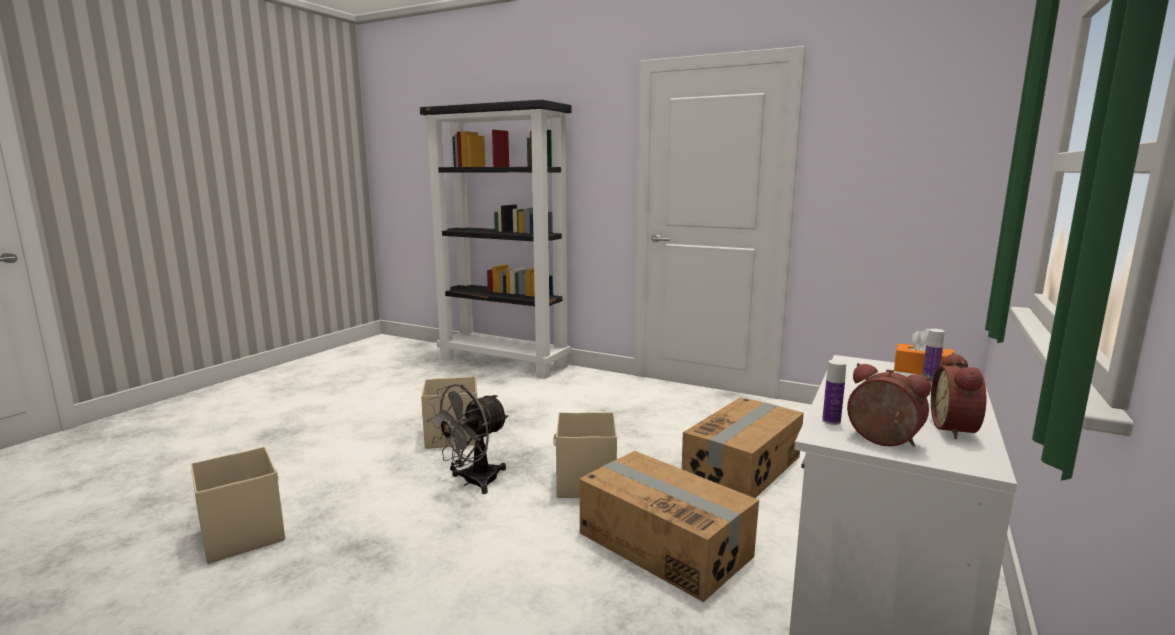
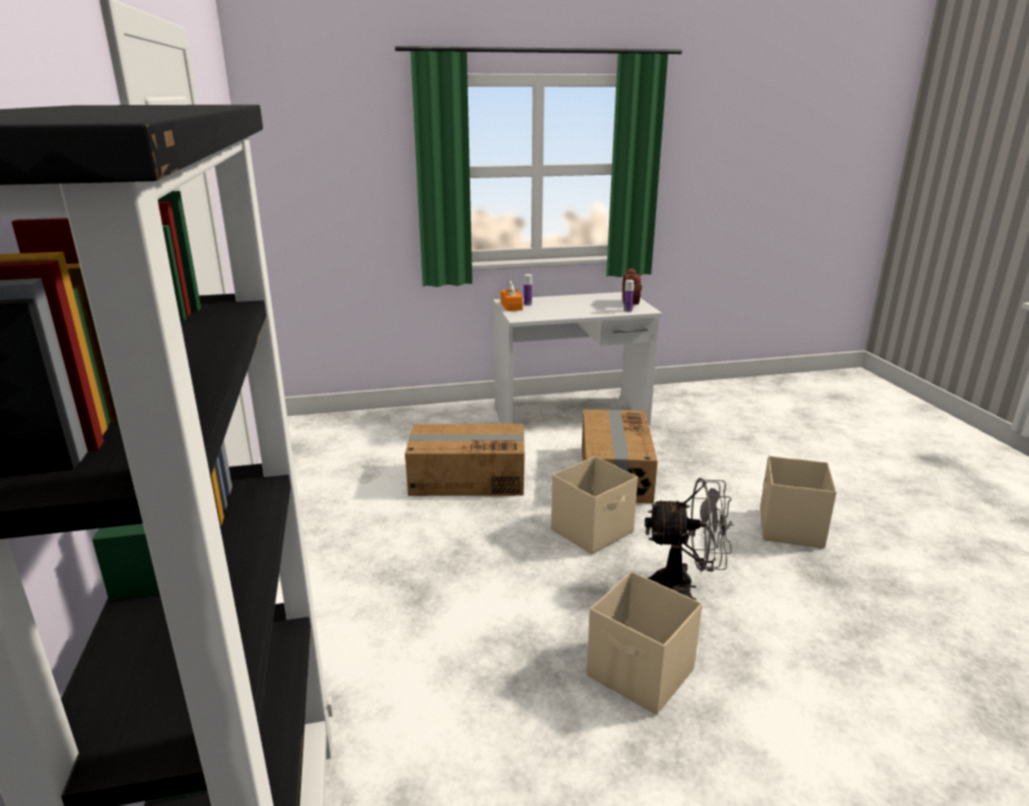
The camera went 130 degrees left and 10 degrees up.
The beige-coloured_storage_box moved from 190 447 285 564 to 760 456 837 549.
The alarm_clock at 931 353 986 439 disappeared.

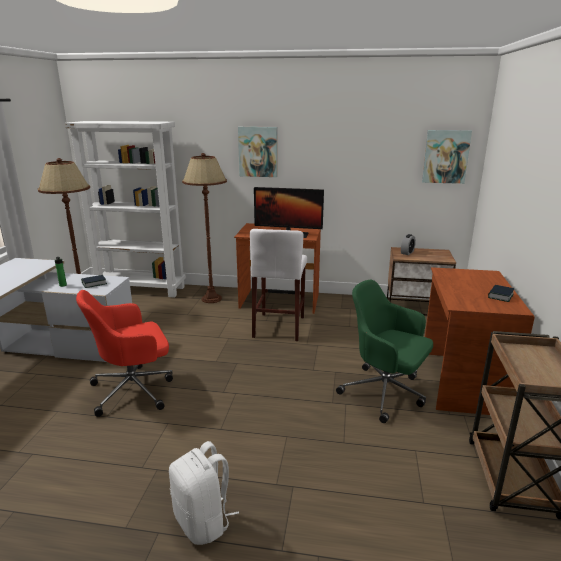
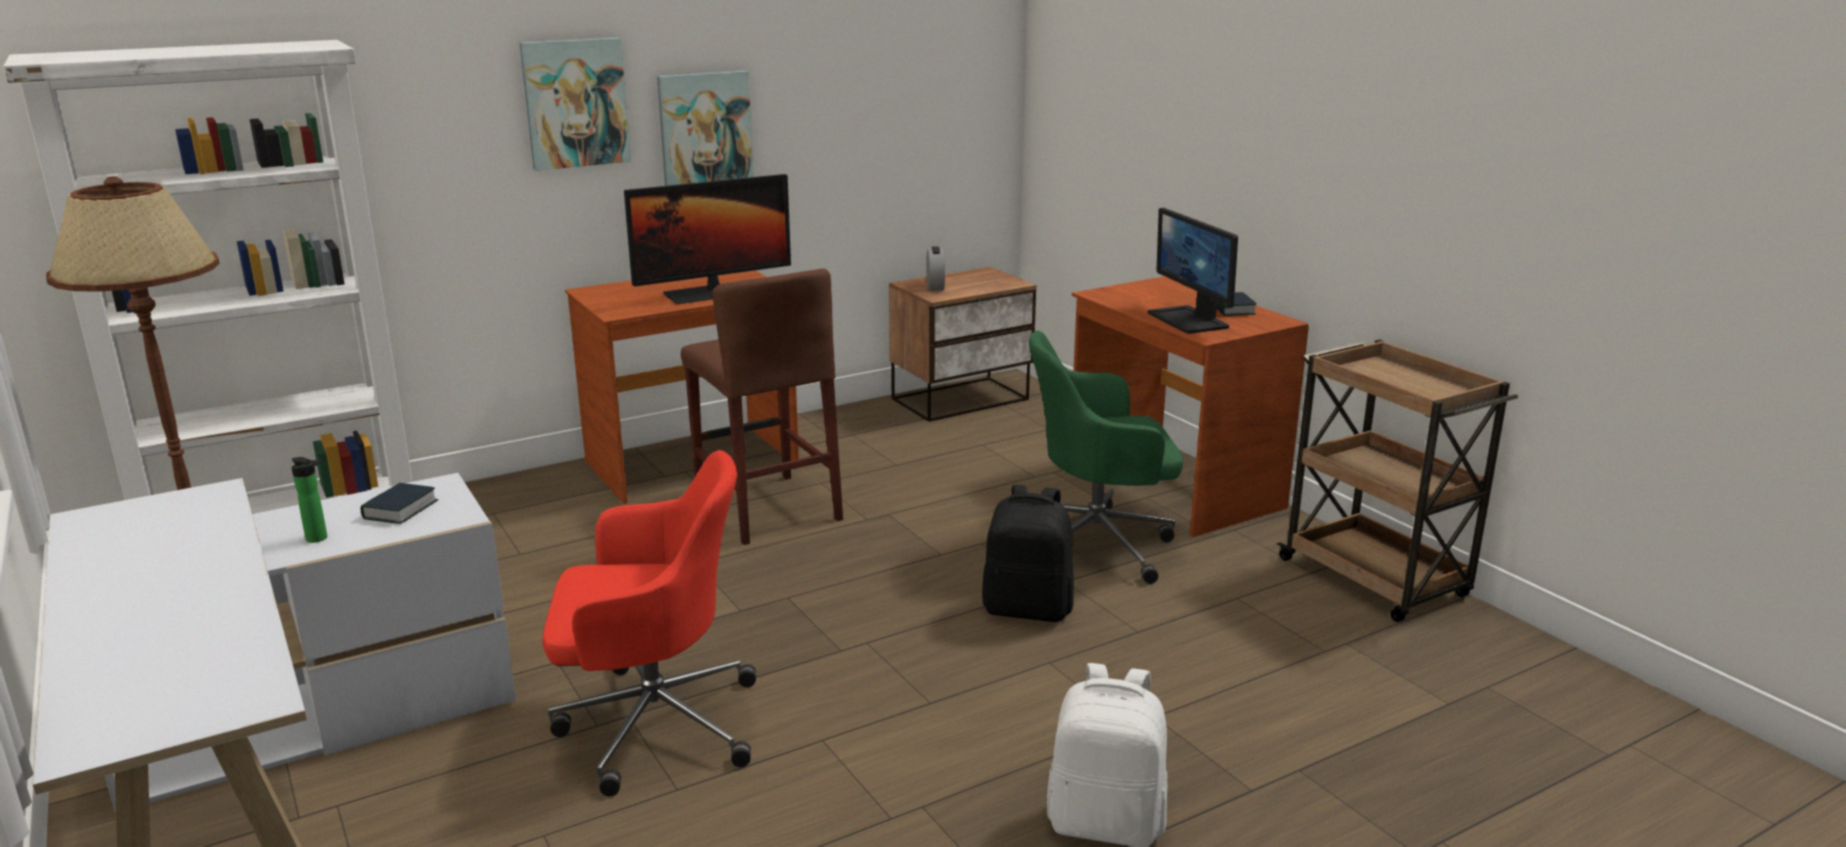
The camera went 40 degrees left and 0 degrees up.
The red-coloured_computer_chair at 76 290 173 417 turned 120 degrees counterclockwise.
The brownish_standard_lamp at 182 153 227 303 disappeared.
The white-coloured_stool_seat at 250 229 307 341 became the brownish_stool_seat at 681 268 843 545.
The wall_art moved from 422 130 472 184 to 657 70 754 186.
The black_rucksack at 982 485 1074 622 appeared.
The computer_display at 1148 208 1238 334 appeared.

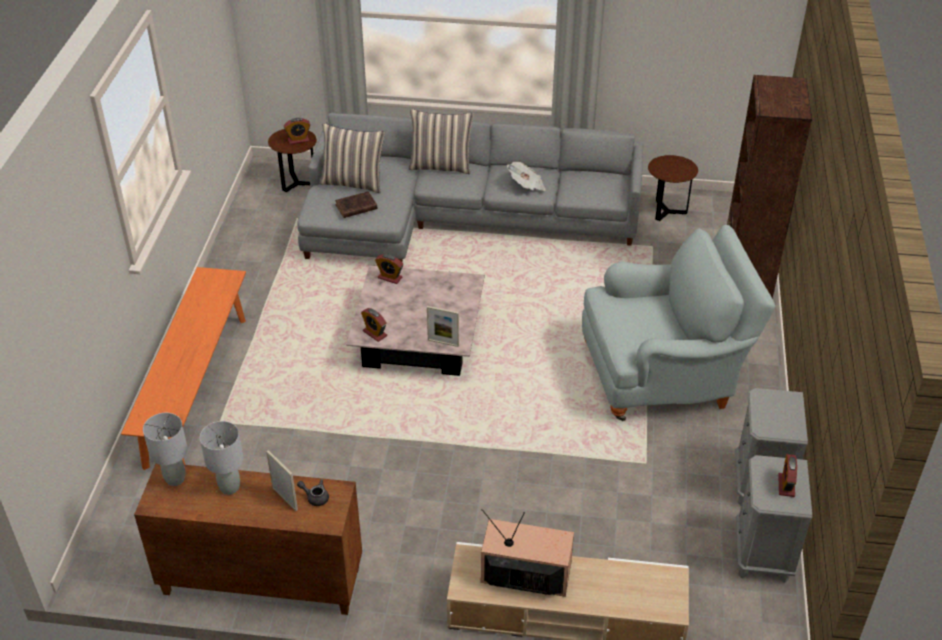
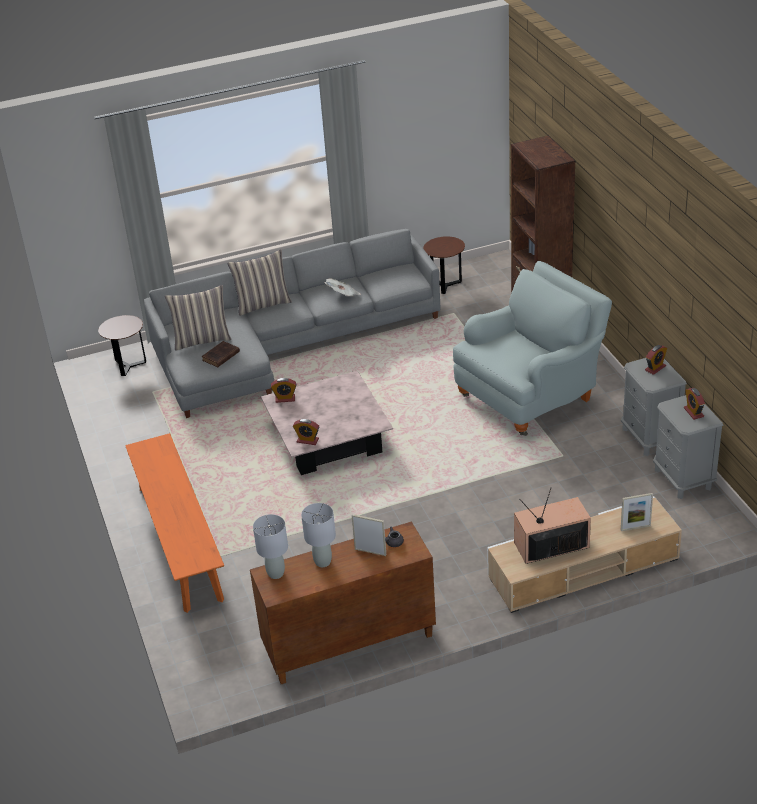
The camera went 25 degrees left and 5 degrees down.
The alarm_clock moved from 284 118 310 145 to 645 345 667 375.
The picture_frame moved from 427 306 459 347 to 621 493 653 531.

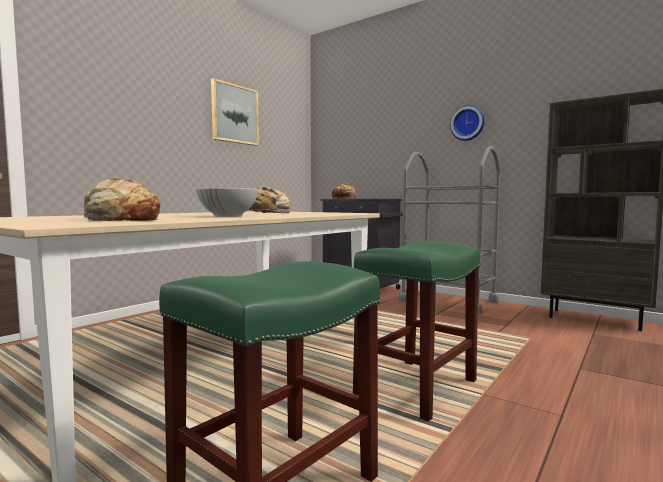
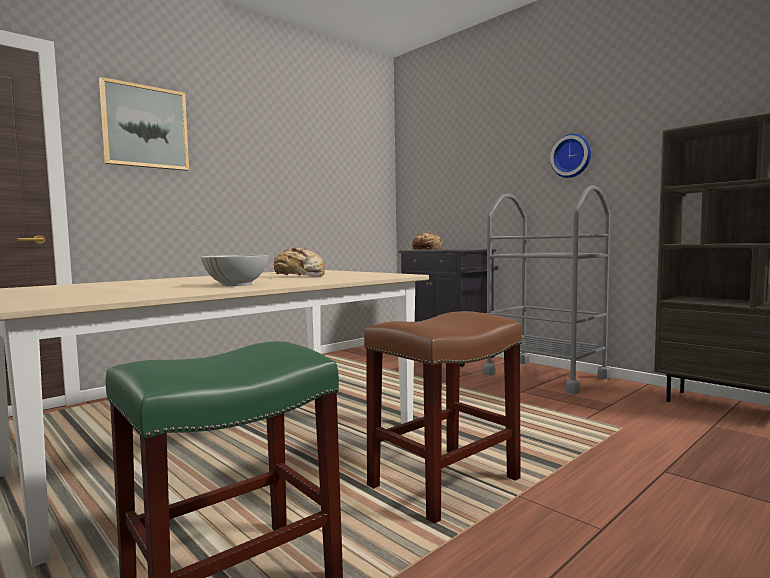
The camera went 10 degrees right and 0 degrees up.
The baked_bread at 84 177 160 221 disappeared.
The wall_art moved from 211 78 259 146 to 99 77 189 171.
The green-coloured_stool_seat at 353 241 481 422 became the brownish_stool_seat at 364 311 522 524.

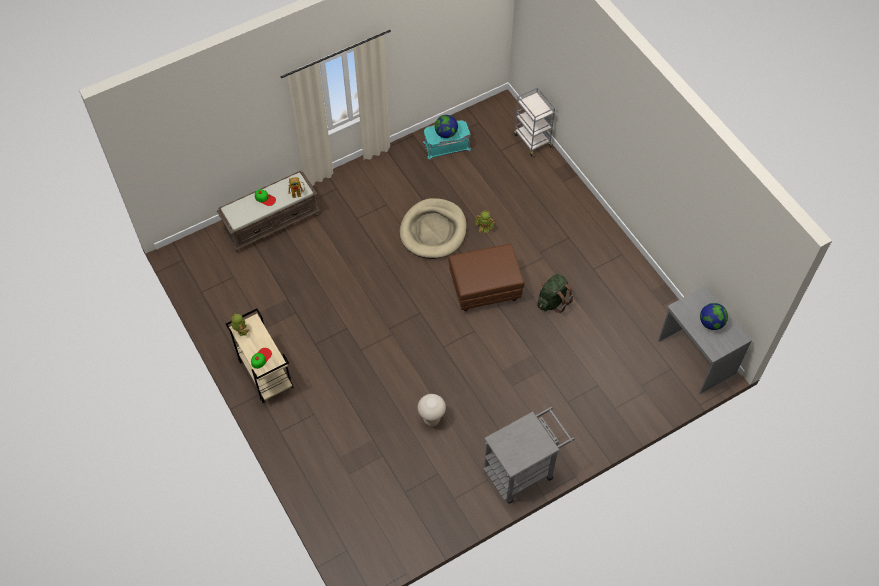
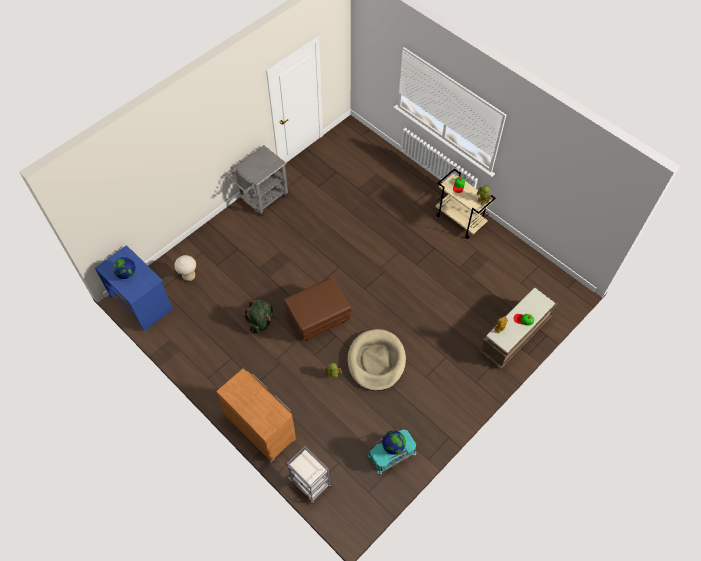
The camera went 165 degrees right and 0 degrees up.
The beige-coloured_stool_seat moved from 417 394 446 426 to 174 255 196 281.
The greyish_desk_unit at 658 286 752 394 became the bluish_desk_unit at 95 245 173 331.
The brownish_drawer_chest at 216 368 296 462 appeared.

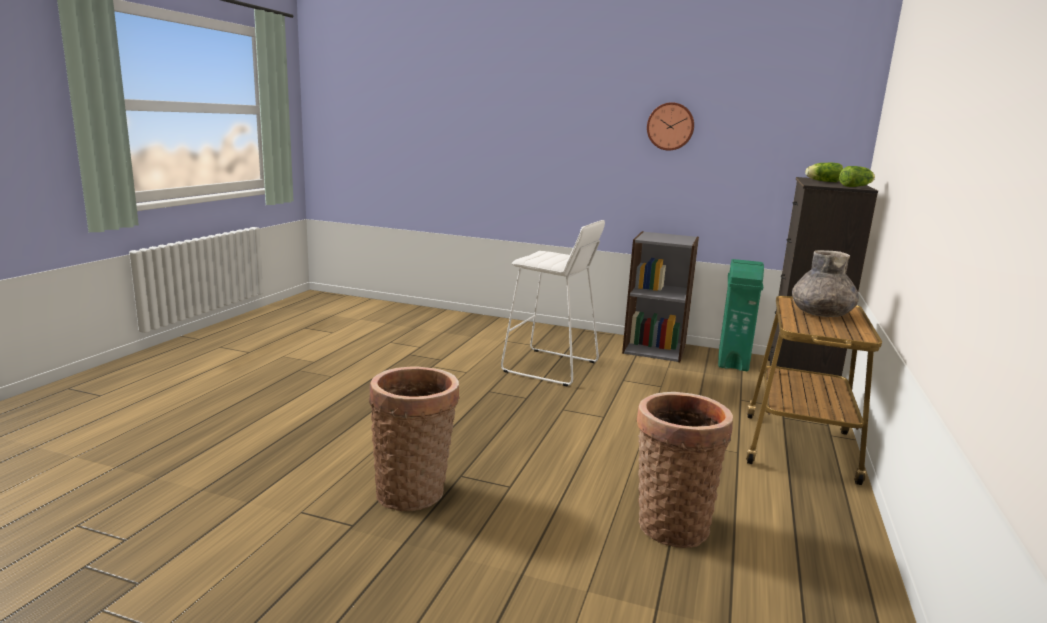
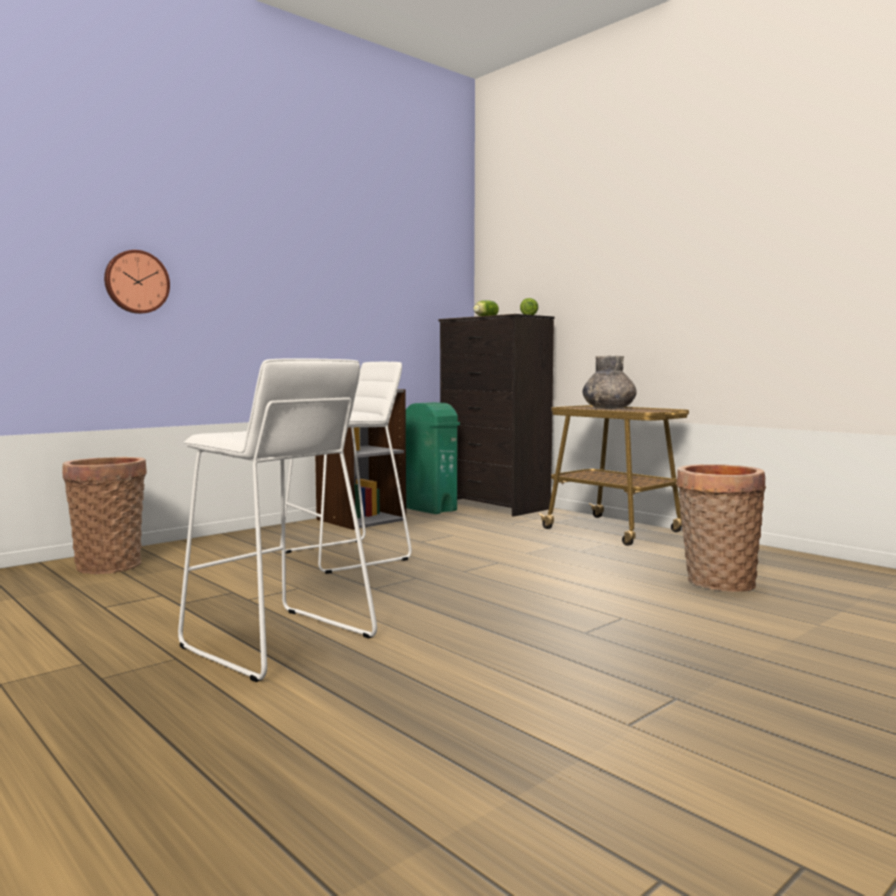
The camera went 60 degrees left and 10 degrees down.
The basket moved from 369 366 460 511 to 63 457 147 574.
The hanging_clock moved from 647 102 694 151 to 104 250 170 314.
The white-coloured_stool_seat at 178 358 377 682 appeared.

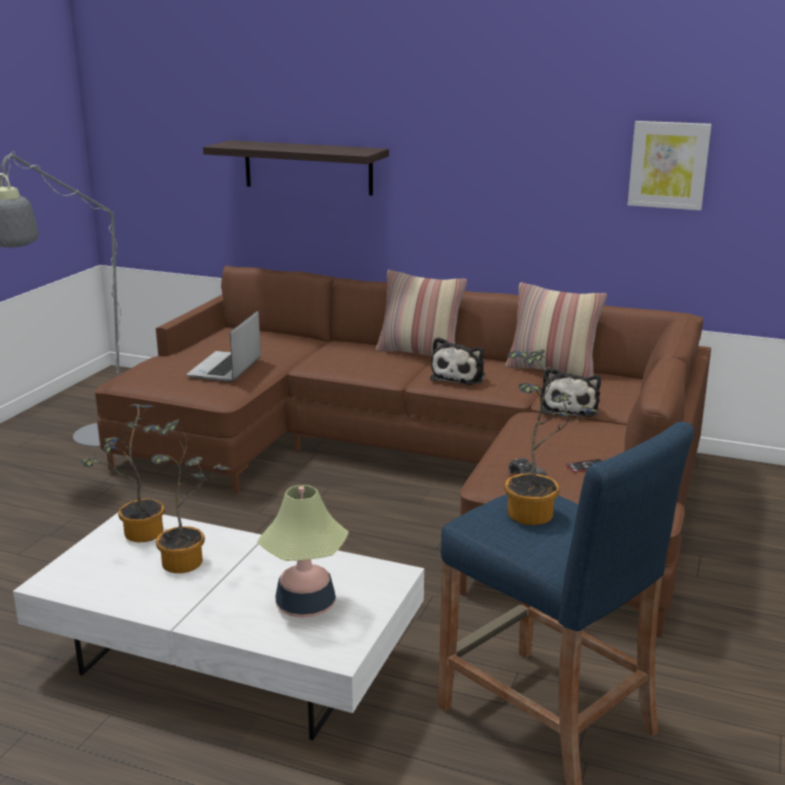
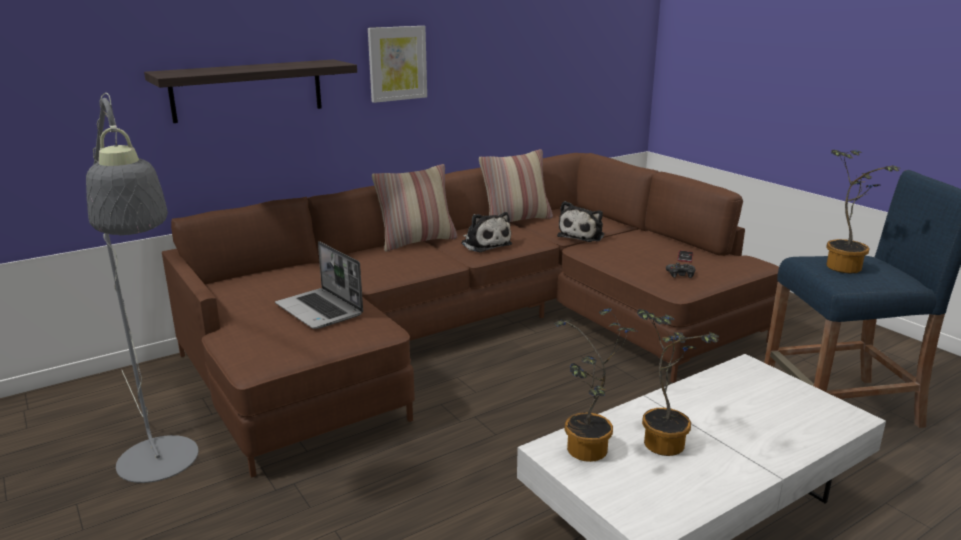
The camera went 55 degrees left and 0 degrees up.
The tabletop_lamp at 257 485 349 618 disappeared.
The plush_toy at 540 367 601 417 turned 75 degrees clockwise.
The wall_art moved from 628 121 711 210 to 368 26 427 103.

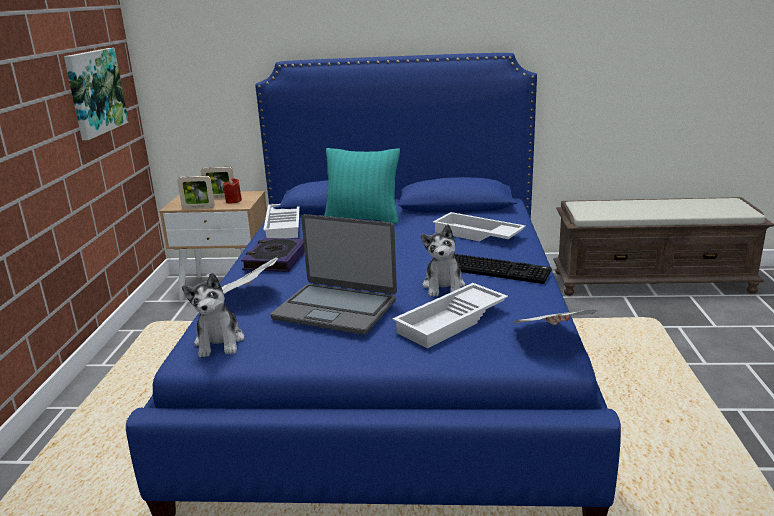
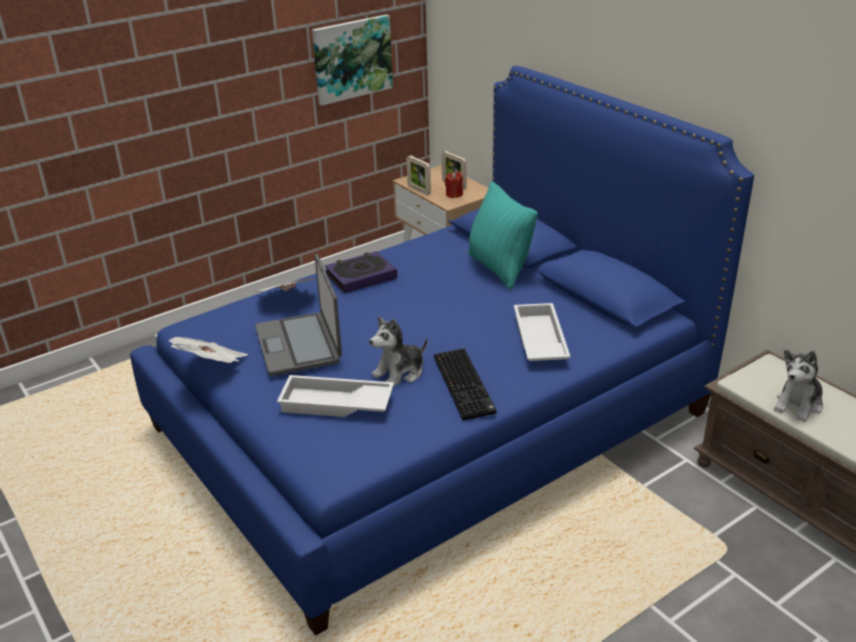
The camera went 50 degrees right and 10 degrees up.
The plush_toy moved from 182 273 245 358 to 774 349 823 422.
The white-coloured_tray at 263 204 300 238 disappeared.
The daily_paper moved from 512 310 598 325 to 169 337 248 363.

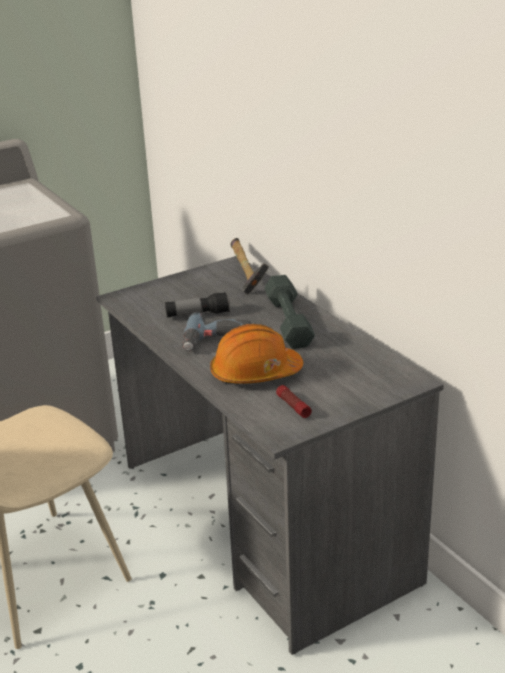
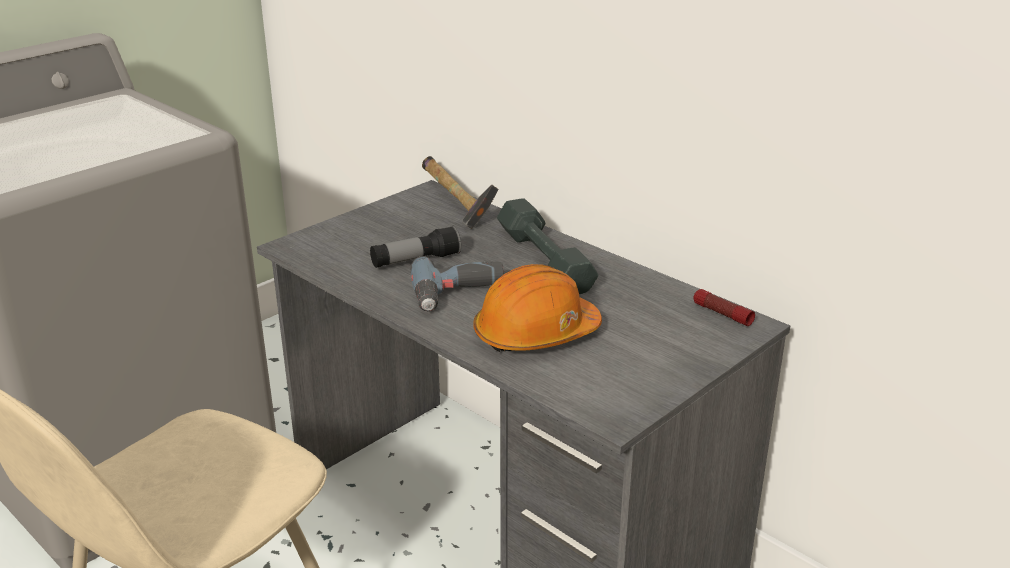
The camera went 15 degrees left and 0 degrees up.
The flashlight moved from 276 385 312 418 to 694 289 755 326.

